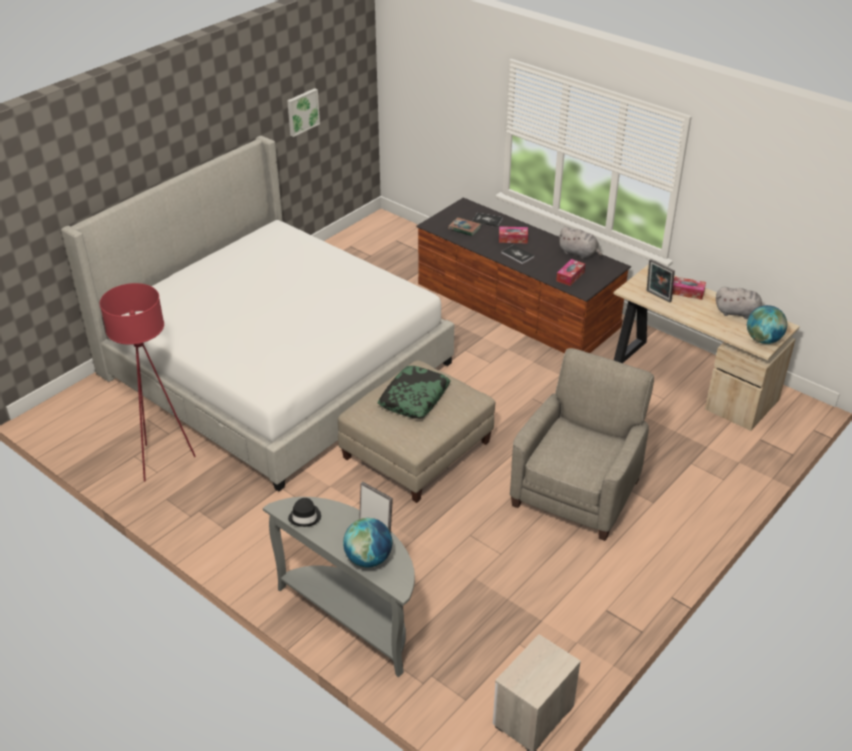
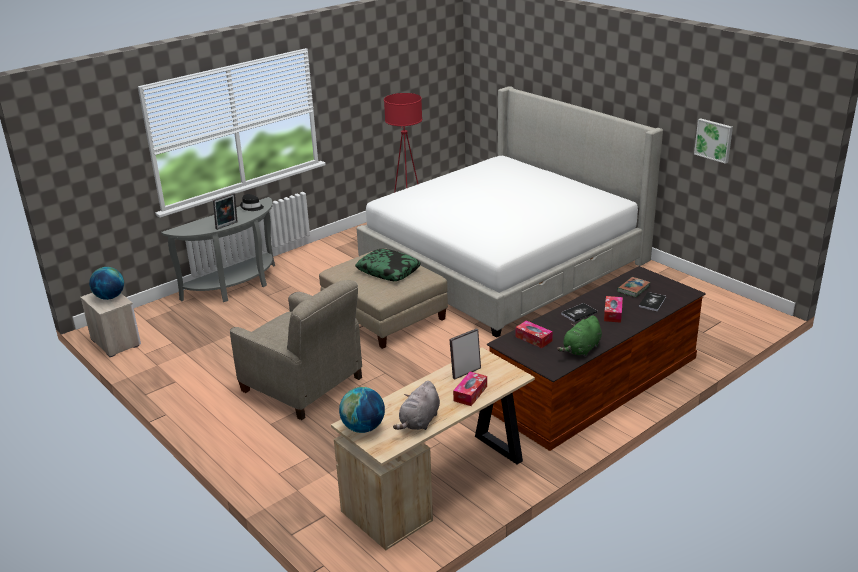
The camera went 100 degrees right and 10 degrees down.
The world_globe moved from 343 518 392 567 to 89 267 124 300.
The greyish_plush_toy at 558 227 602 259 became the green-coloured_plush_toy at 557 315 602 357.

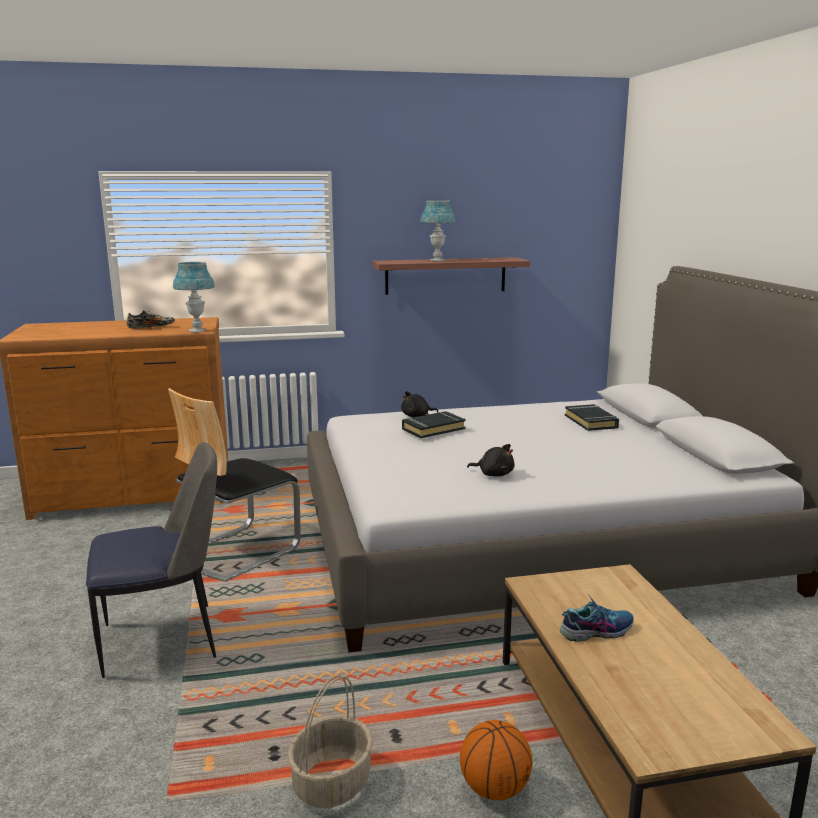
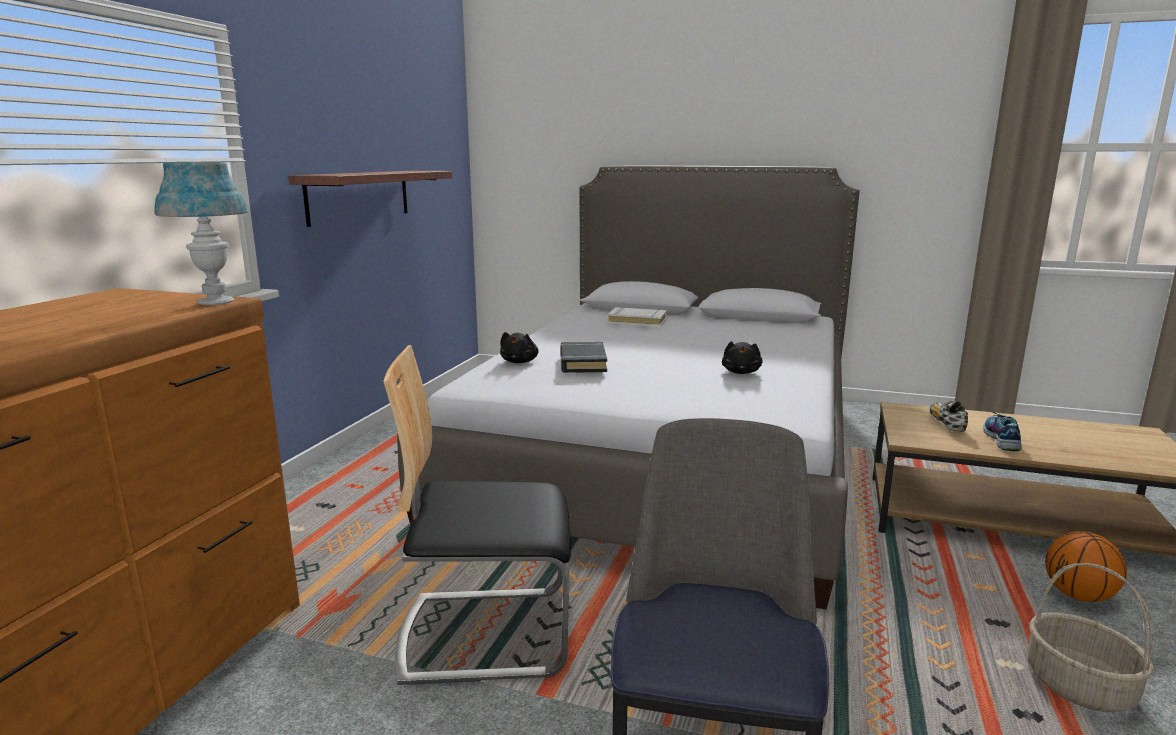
The camera went 60 degrees left and 0 degrees up.
The item_of_footwear moved from 126 310 175 329 to 930 401 968 432.
The chair at 168 388 301 582 turned 105 degrees clockwise.
The bluish_tabletop_lamp at 420 200 455 261 disappeared.
The black_plush_toy at 467 444 515 477 turned 135 degrees clockwise.
The black_bound_book at 565 404 619 431 became the white-coloured_bound_book at 607 307 667 327.

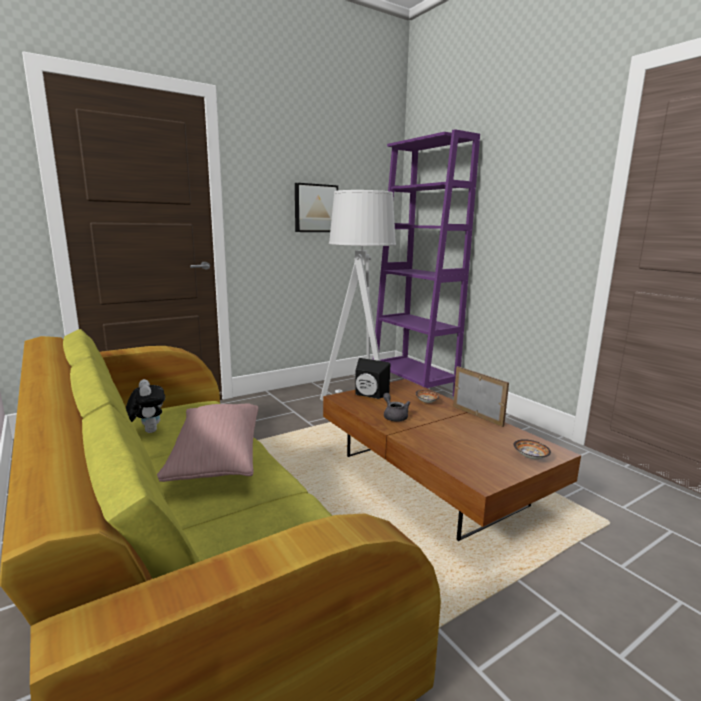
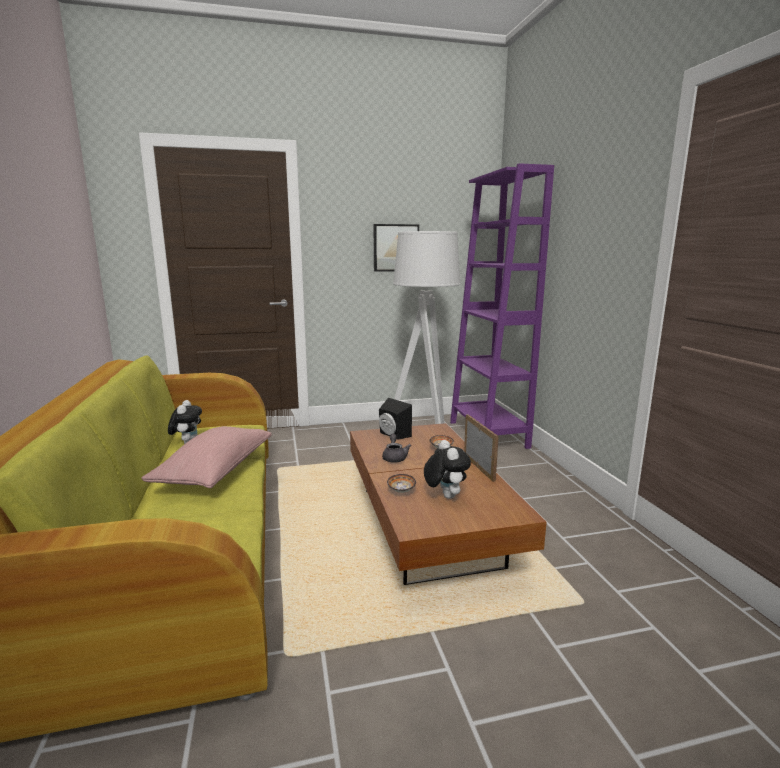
The camera went 20 degrees right and 0 degrees up.
The deep_dish moved from 514 439 551 459 to 387 474 416 493.
The plush_toy at 424 440 471 499 appeared.

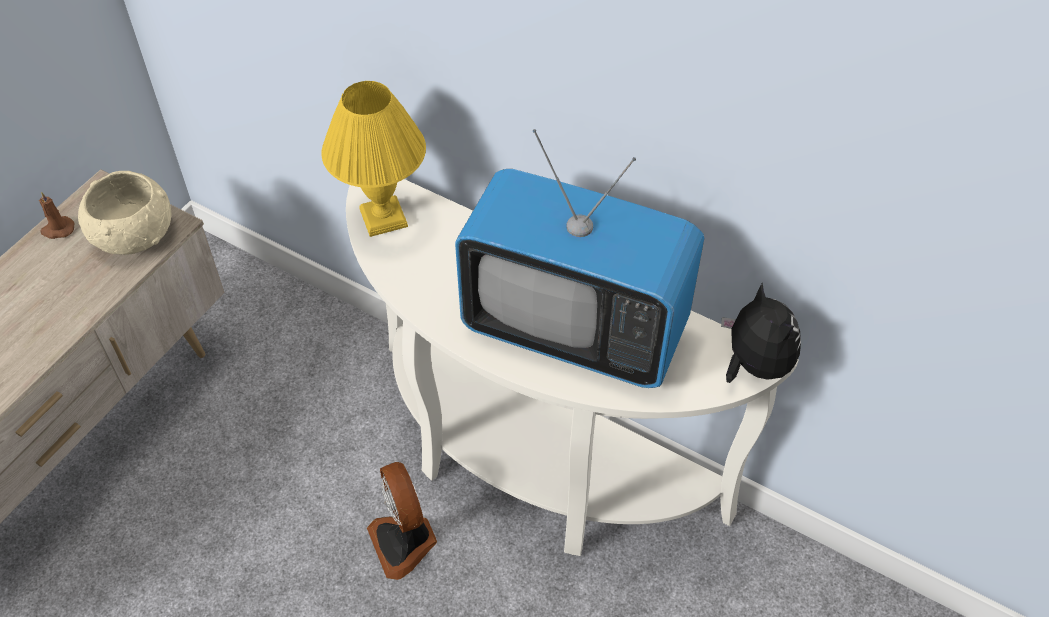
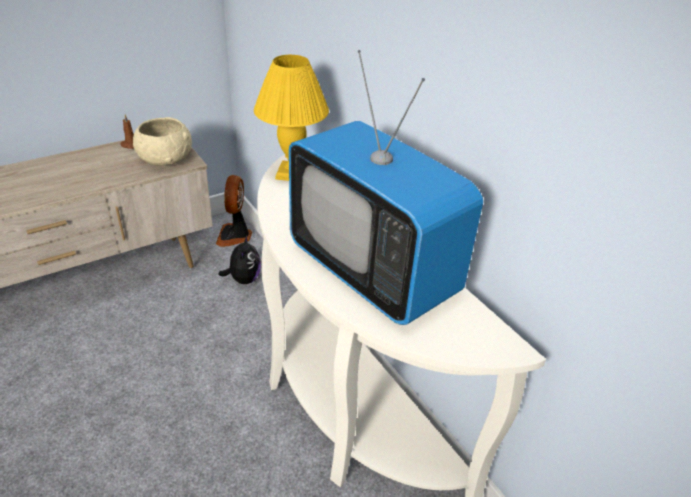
The camera went 25 degrees right and 15 degrees down.
The fan moved from 367 462 437 580 to 216 175 252 247.
The plush_toy moved from 721 282 801 383 to 219 236 261 284.

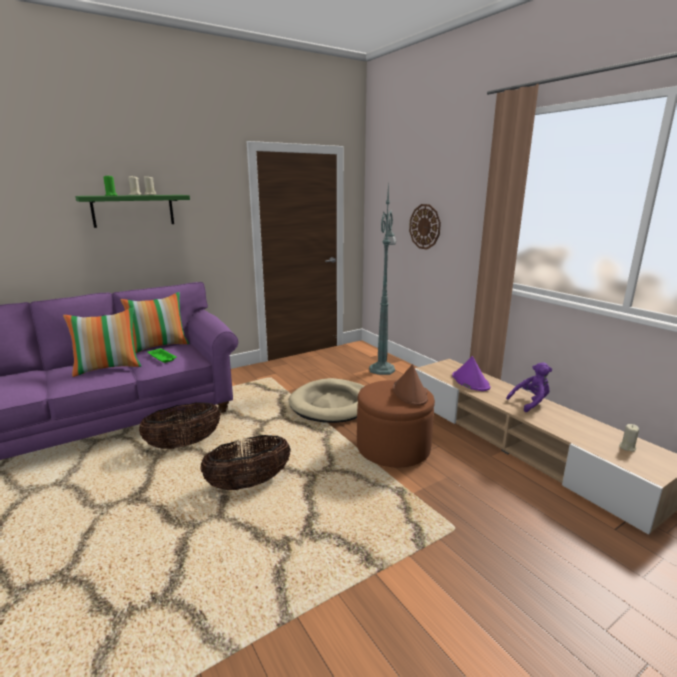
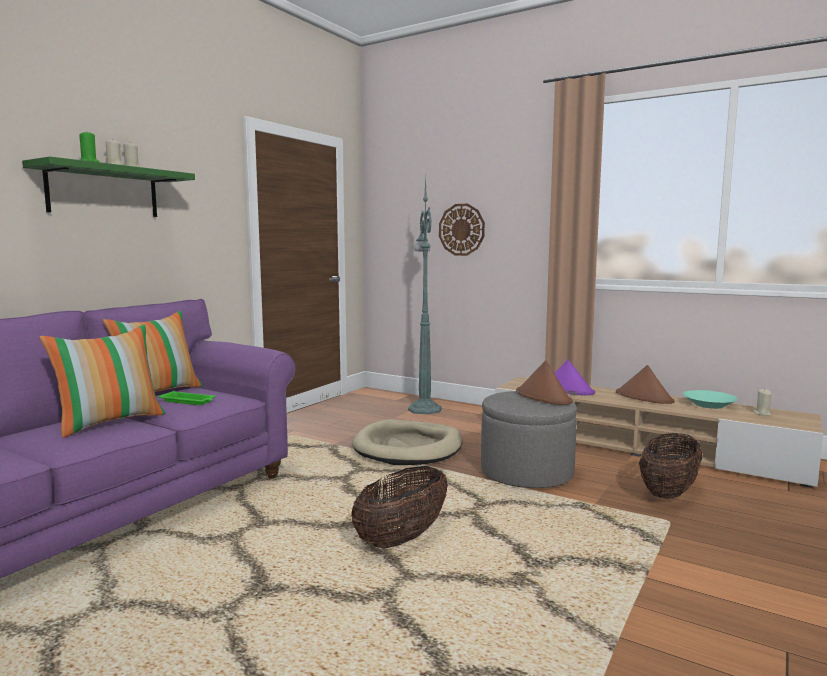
The camera went 25 degrees left and 10 degrees down.
The basket moved from 139 402 221 449 to 639 433 703 499.
The brownish_pouffe at 357 380 435 468 became the greyish_pouffe at 481 391 577 488.
The purplish_plush_toy at 506 362 552 412 was replaced by the brownish_clothing_hat at 616 365 675 404.
The blue-green_deep_dish at 683 390 738 409 appeared.

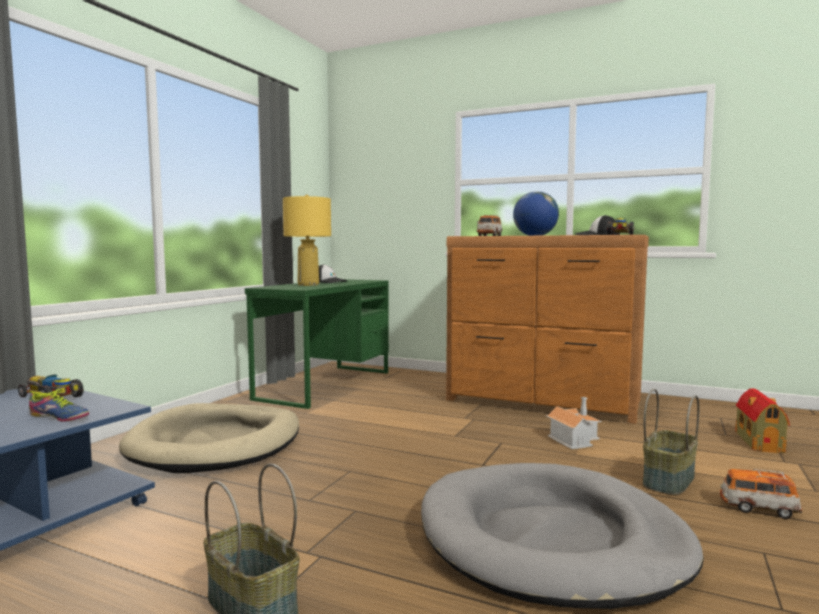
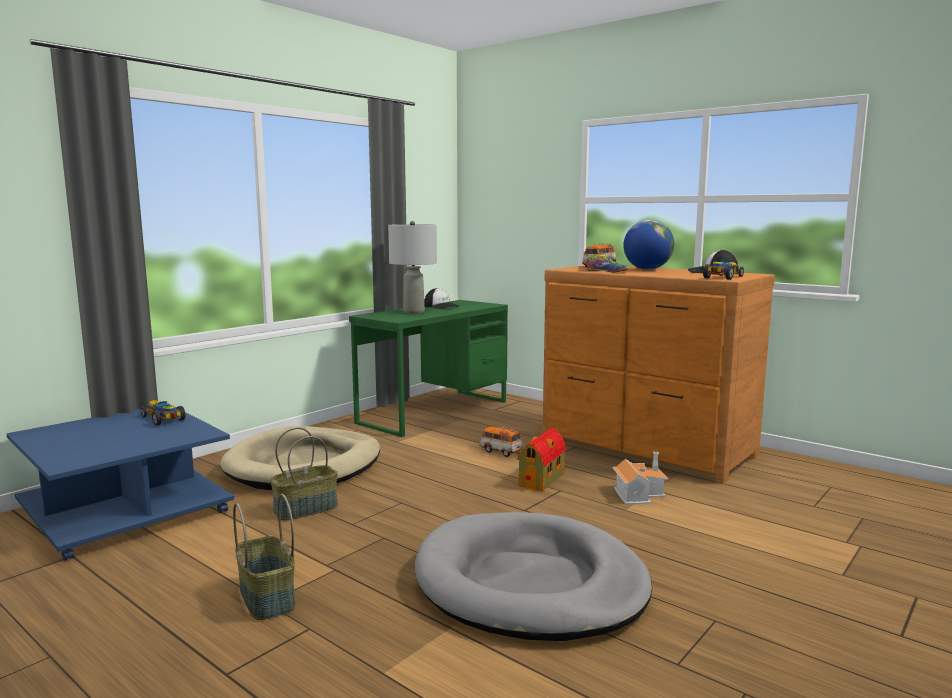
The camera went 15 degrees right and 5 degrees up.
The item_of_footwear moved from 26 388 89 422 to 586 255 628 272.
The yellowish_tabletop_lamp at 283 195 331 286 became the greyish_tabletop_lamp at 388 221 437 314.
The basket moved from 643 389 700 495 to 270 427 338 521.
The miniature_car moved from 720 469 802 519 to 479 427 523 457.
The toy_house moved from 735 388 790 453 to 518 428 566 491.

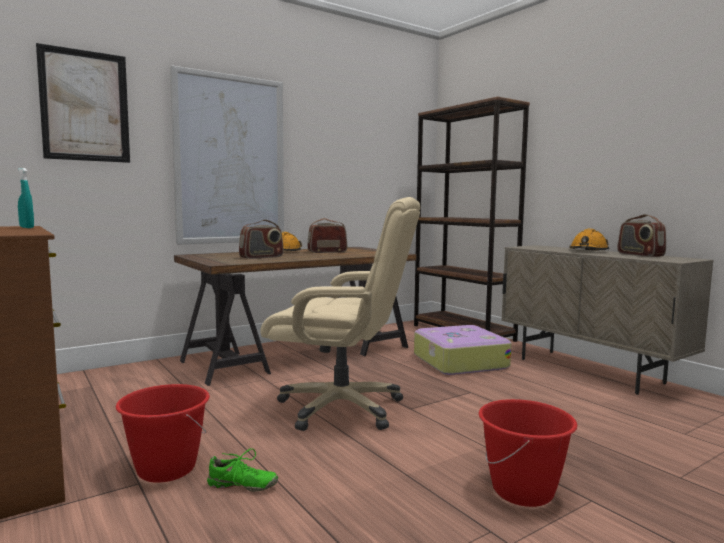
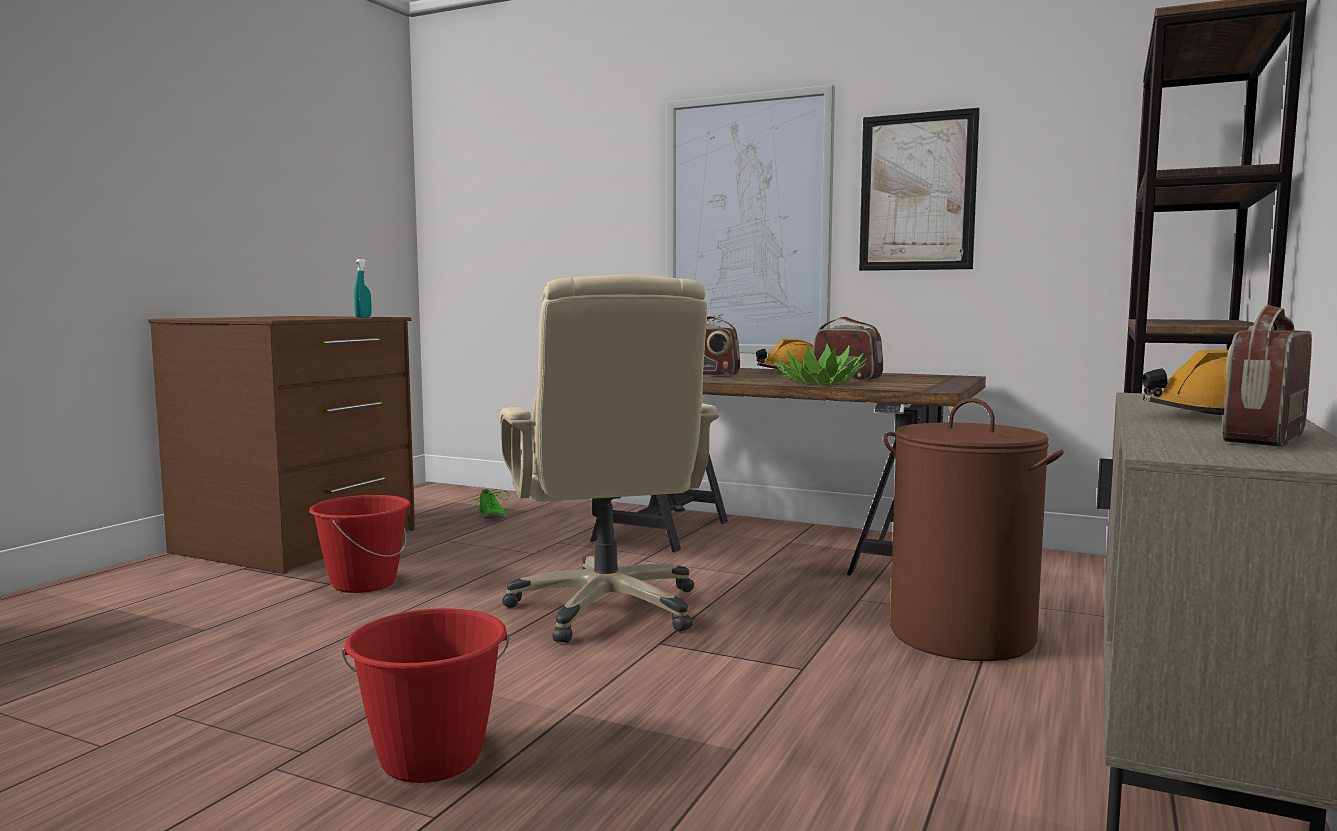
The camera went 60 degrees right and 0 degrees up.
The wall_art moved from 36 43 130 163 to 859 108 980 271.
The green-coloured_item_of_footwear moved from 207 448 278 492 to 469 489 509 519.
The suitcase at 414 325 511 375 was replaced by the brownish_hamper at 883 398 1064 661.
The plant_in_a_pot at 773 343 866 384 appeared.

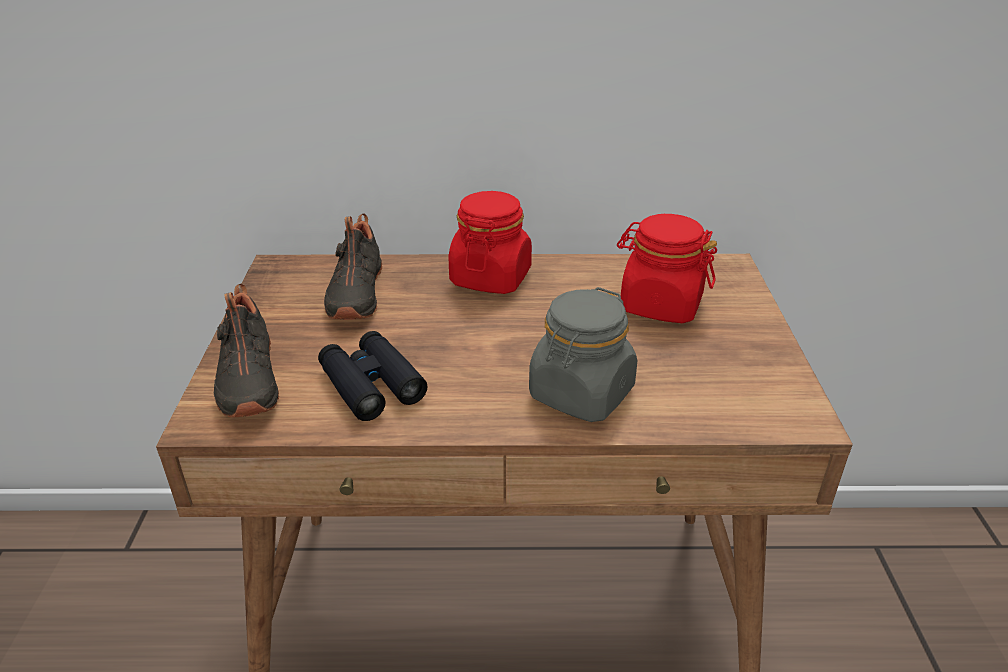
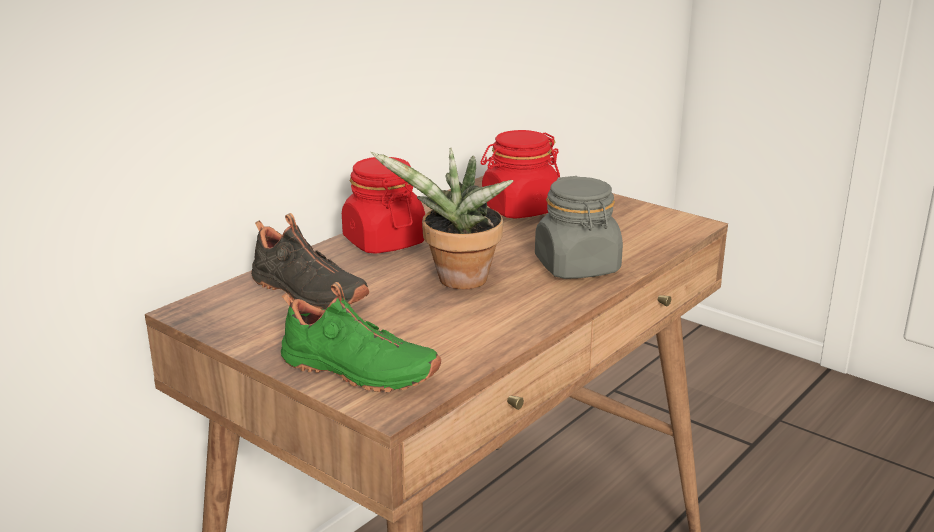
The camera went 50 degrees left and 10 degrees down.
The black_item_of_footwear at 214 284 279 417 became the green-coloured_item_of_footwear at 281 282 441 392.
The black_field_glasses at 318 331 428 421 disappeared.
The plant_in_a_pot at 371 148 514 289 appeared.

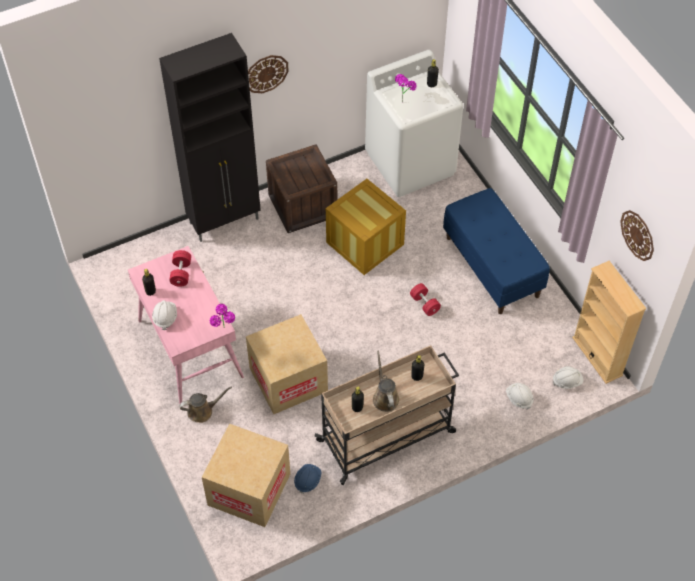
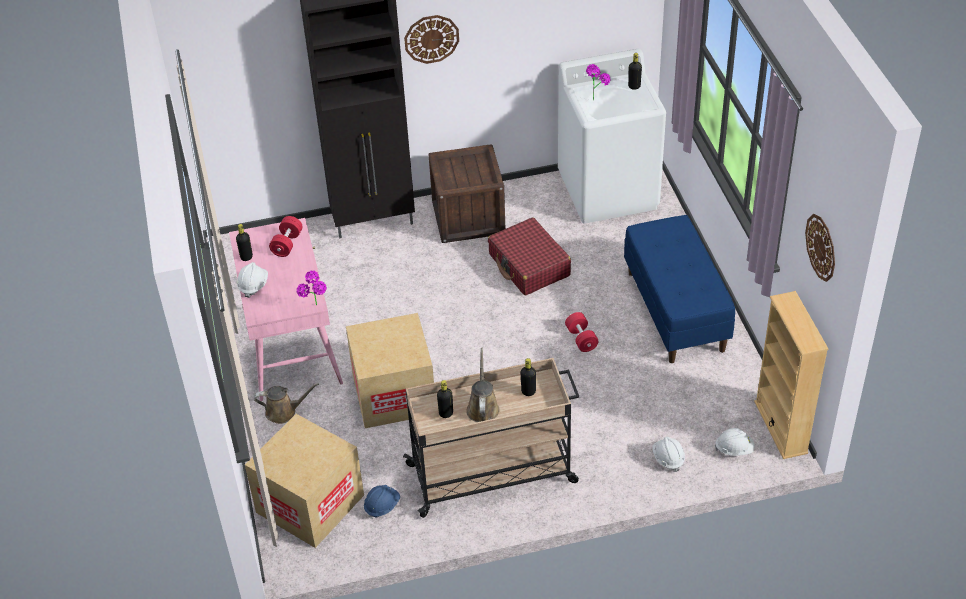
The camera went 15 degrees right and 10 degrees down.
The crate at 326 179 406 275 was replaced by the red-coloured_suitcase at 488 217 571 295.

